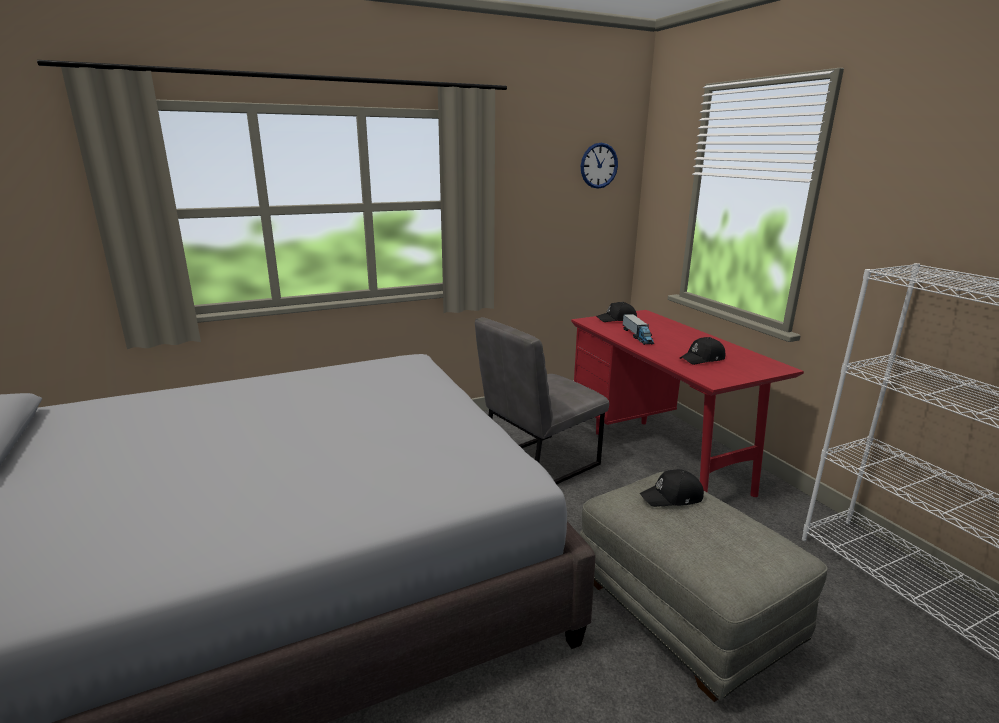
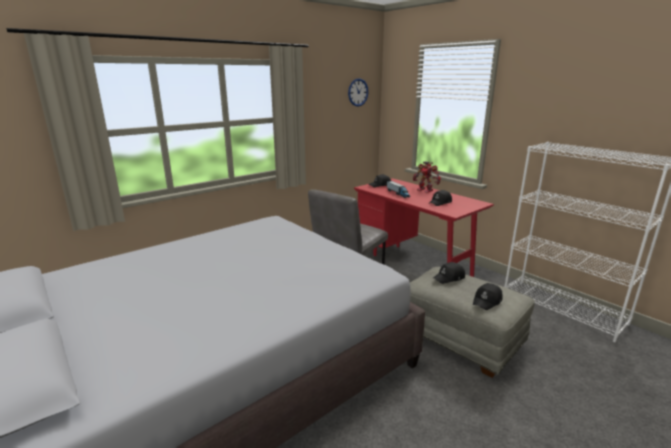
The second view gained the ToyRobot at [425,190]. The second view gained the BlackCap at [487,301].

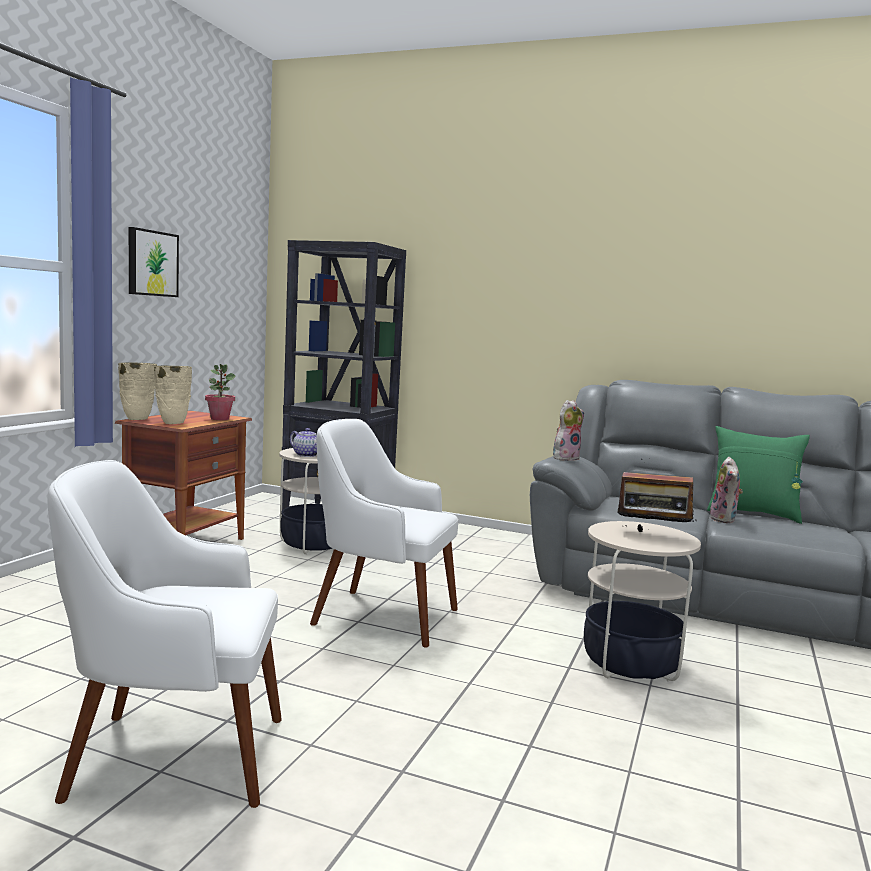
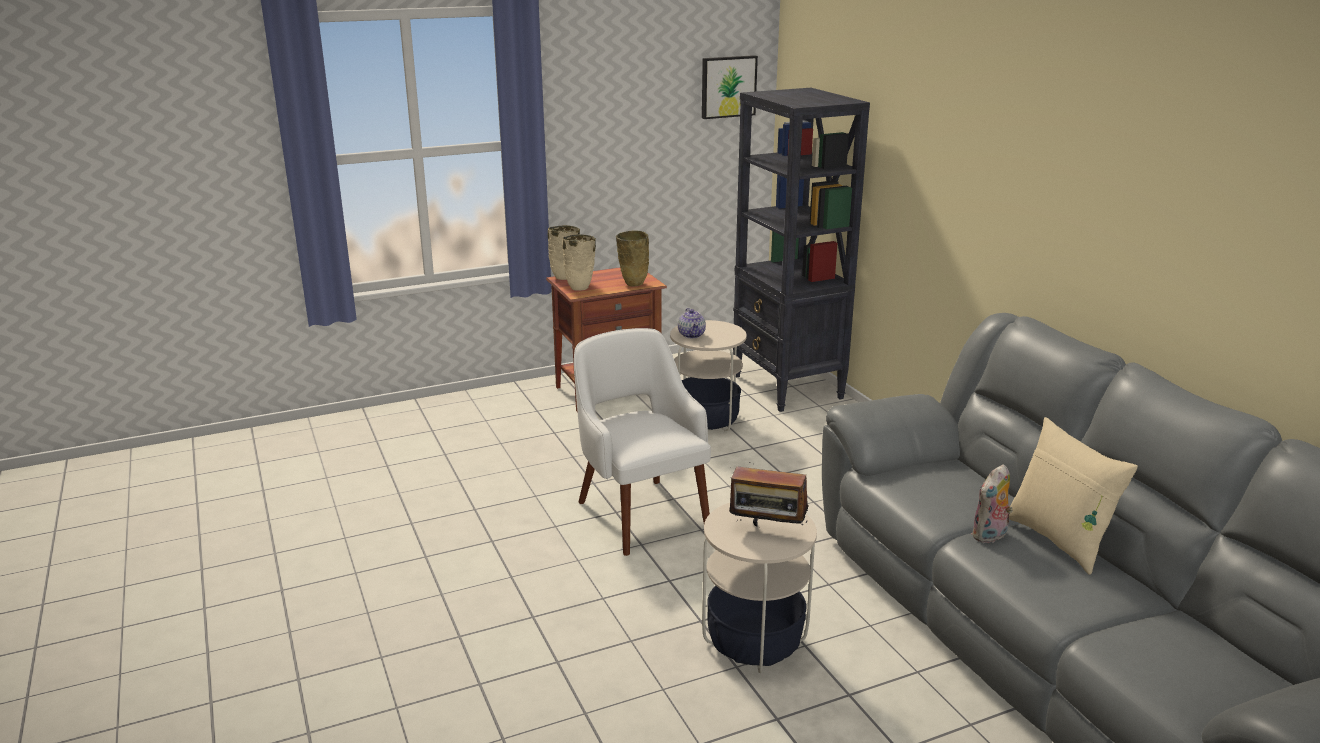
The Picture ended up elsewhere, having gone from [151,263] to [728,86]. Where the PottedPlant stood at [219,419], the BeigeVase came to stand at [632,284]. The second view lost the PlushToy at [565,458]. What was the GreenPillow at [752,514] turned into the BeigePillow at [1057,541]. The Radio at [653,535] ended up facing another way, 45 degrees counterclockwise from before. The second view lost the WhiteArmchair at [171,757].

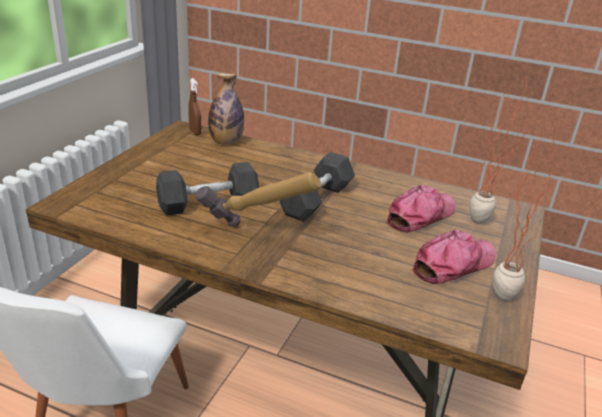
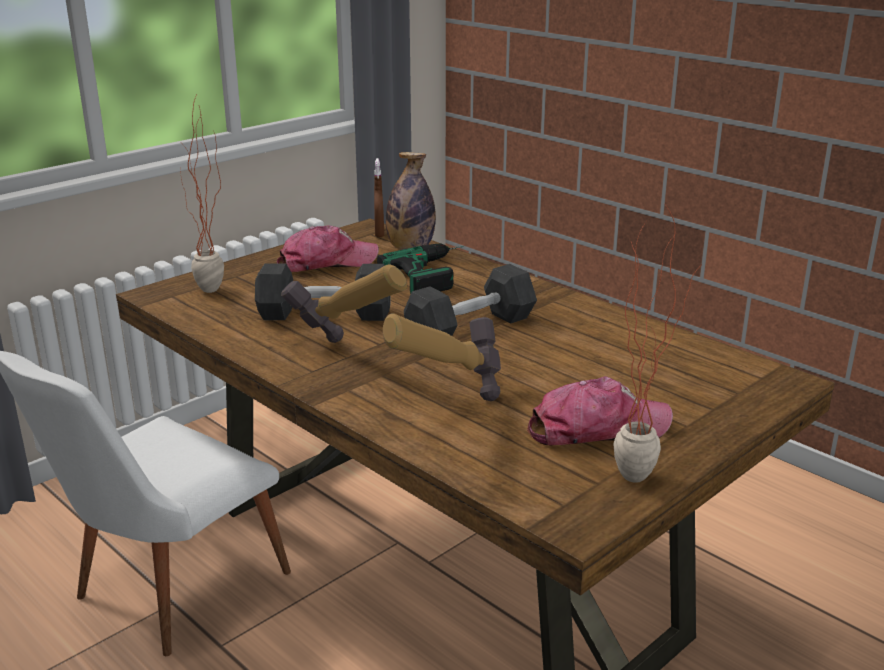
The PottedPlant ended up elsewhere, having gone from [485,224] to [211,294]. The Cap ended up elsewhere, having gone from [420,216] to [326,263]. The second view gained the PowerDrill at [437,273]. The second view gained the Hammer at [443,412].

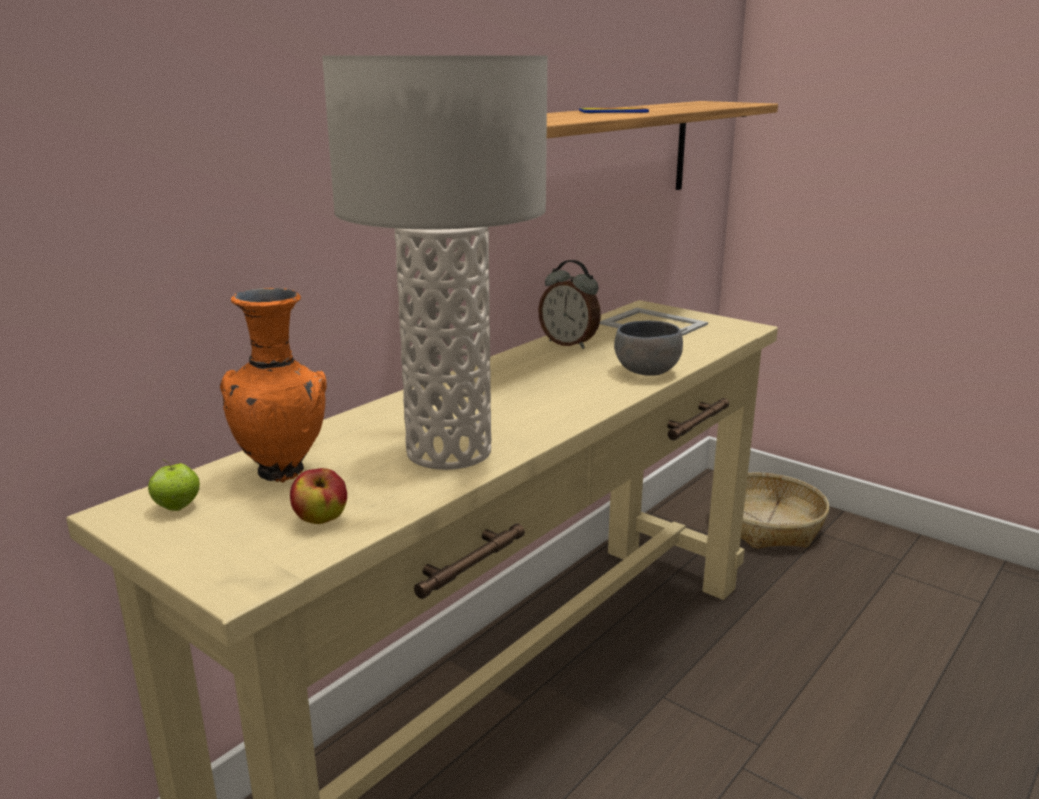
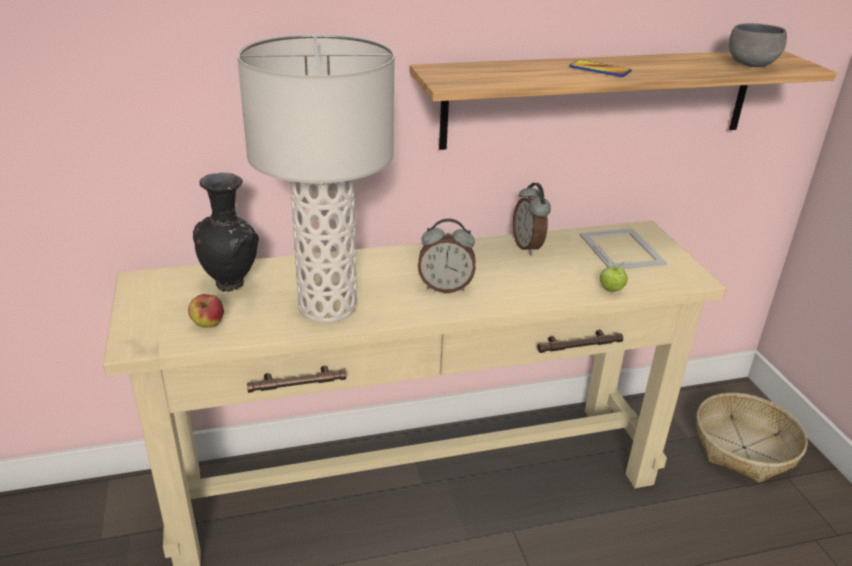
What was the OrangeVase at [284,472] turned into the BlackVase at [232,285]. The GreyBowl ended up elsewhere, having gone from [644,372] to [749,64]. The Apple ended up elsewhere, having gone from [177,507] to [611,290]. The second view gained the AlarmClock at [445,287].

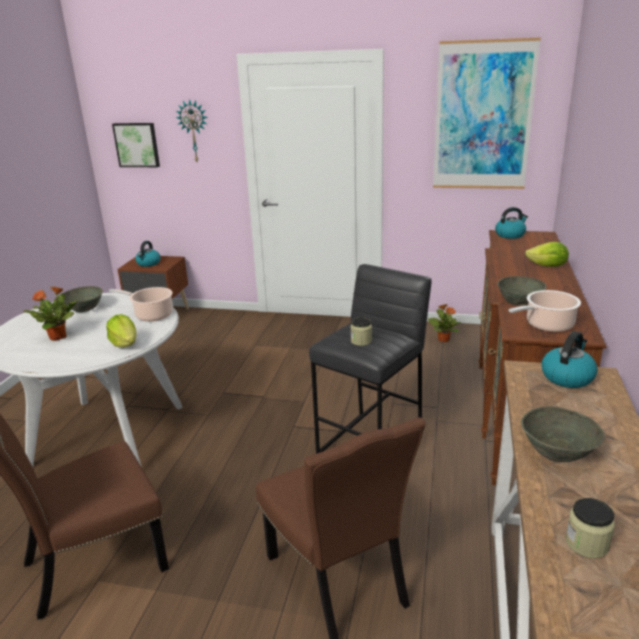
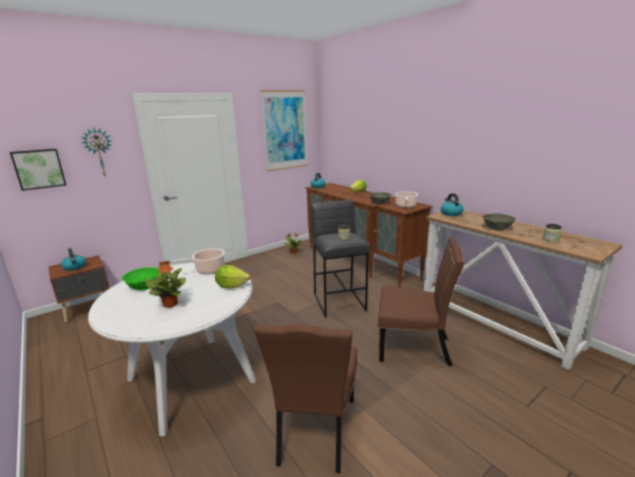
What was the GreyBowl at [84,308] turned into the GreenBowl at [143,287].

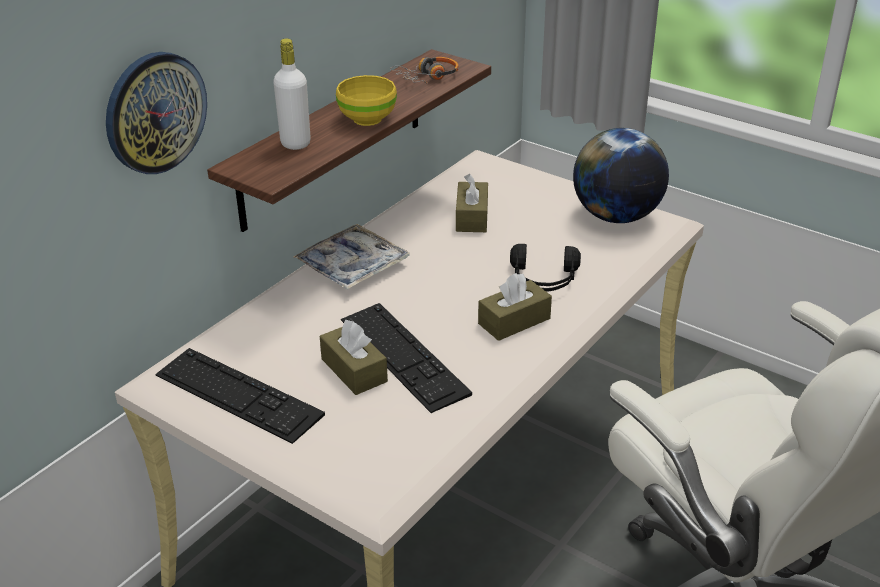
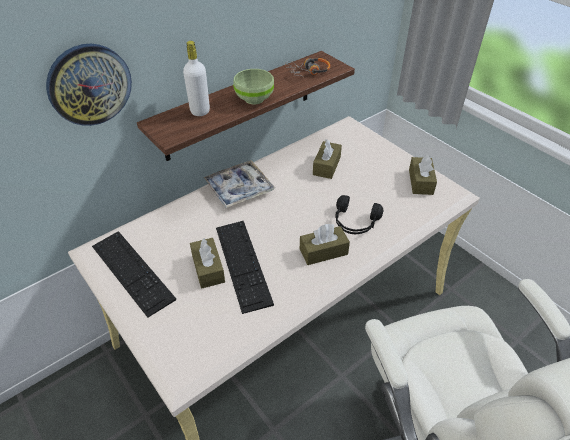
What was the YellowBowl at [367,118] turned into the GreenBowl at [254,98]. Where the Globe stood at [616,216], the BrownTissueBox came to stand at [420,182].

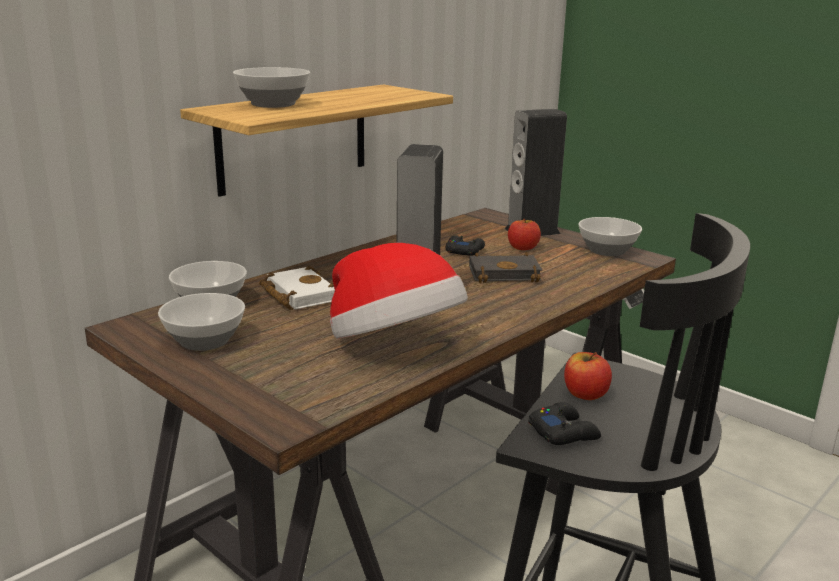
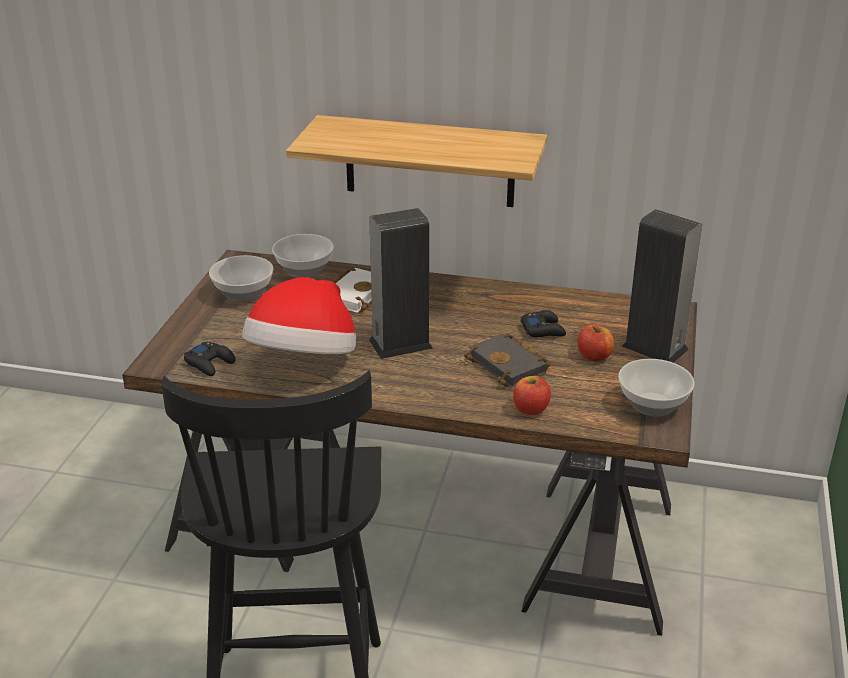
The second view lost the Bowl at [274,104]. The Apple ended up elsewhere, having gone from [585,394] to [530,409]. The BlackGameController ended up elsewhere, having gone from [563,432] to [210,363].

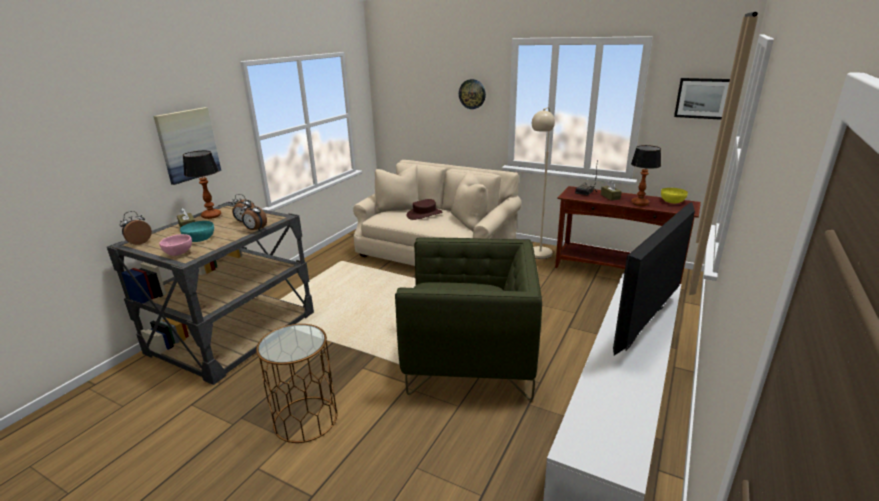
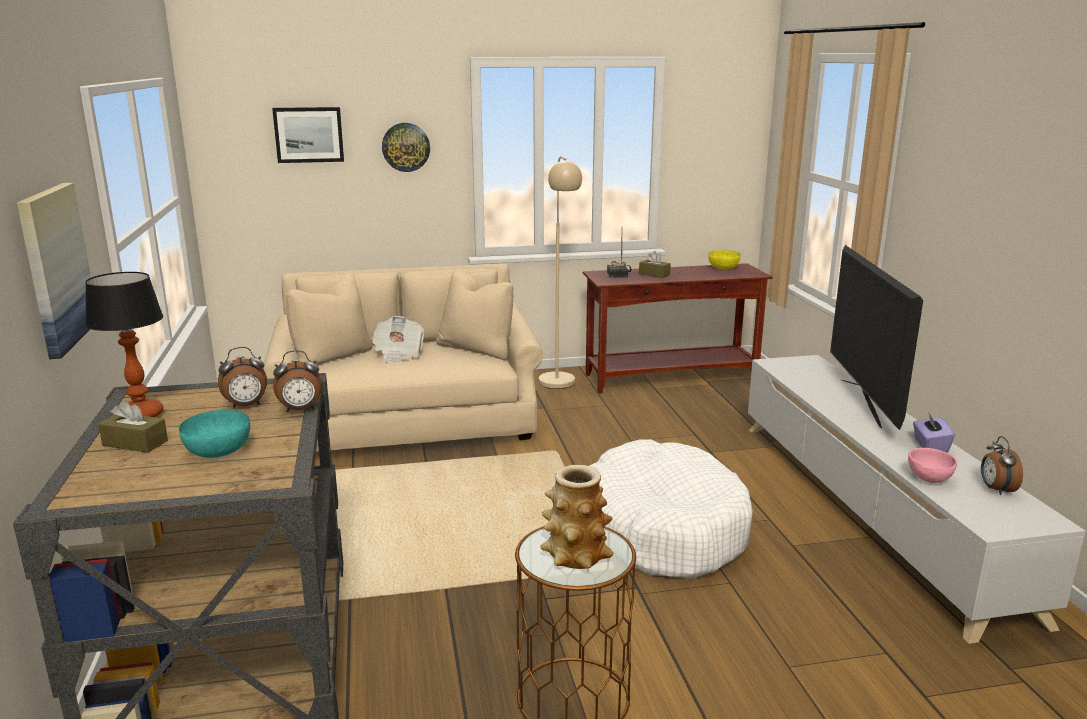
The Picture ended up elsewhere, having gone from [702,98] to [309,134]. The second view lost the TableLamp at [639,203]. Where the BrownHat stood at [424,214], the Newspaper came to stand at [398,354]. The AlarmClock ended up elsewhere, having gone from [139,242] to [995,489]. The PinkBowl ended up elsewhere, having gone from [178,253] to [928,479]. Where the GreenArmchair stood at [470,359], the WhiteDogBed came to stand at [663,528]. The second view gained the PurpleTissueBox at [930,446]. The second view gained the Vase at [576,555].

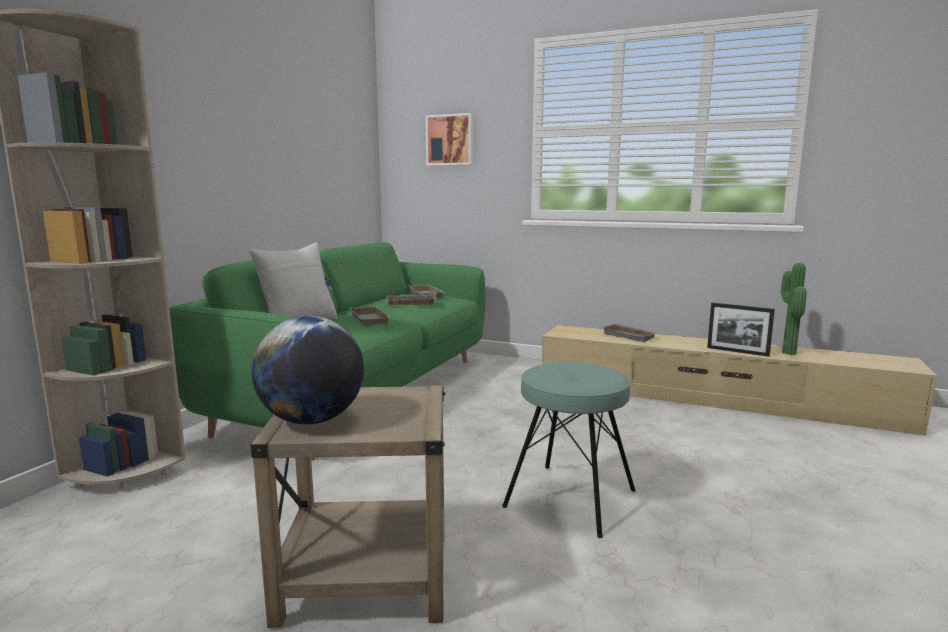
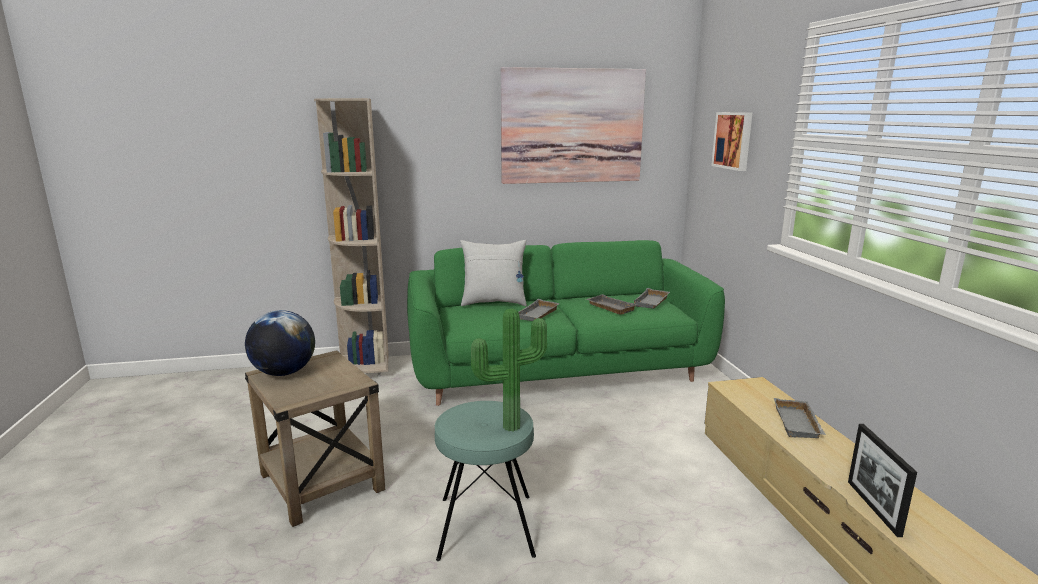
The PottedPlant ended up elsewhere, having gone from [786,353] to [510,425]. The second view gained the Picture at [572,126].

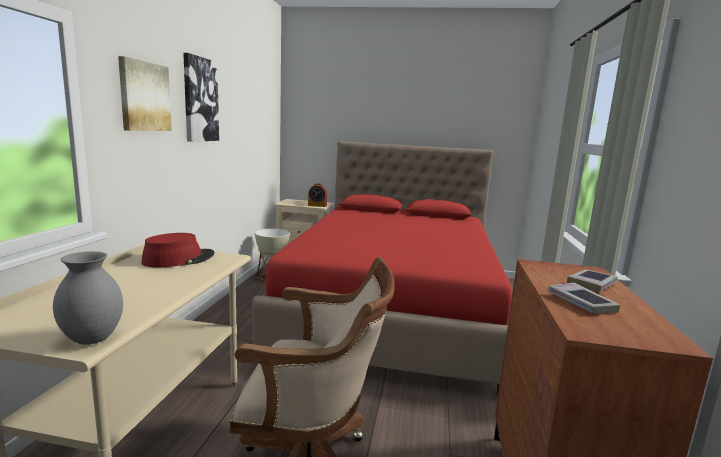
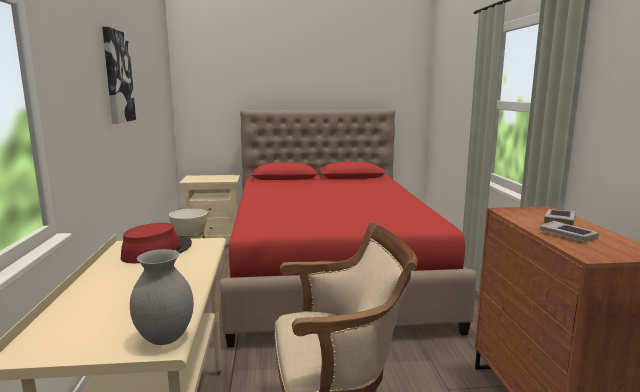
The second view lost the Picture at [144,96]. The second view lost the AlarmClock at [317,205].

